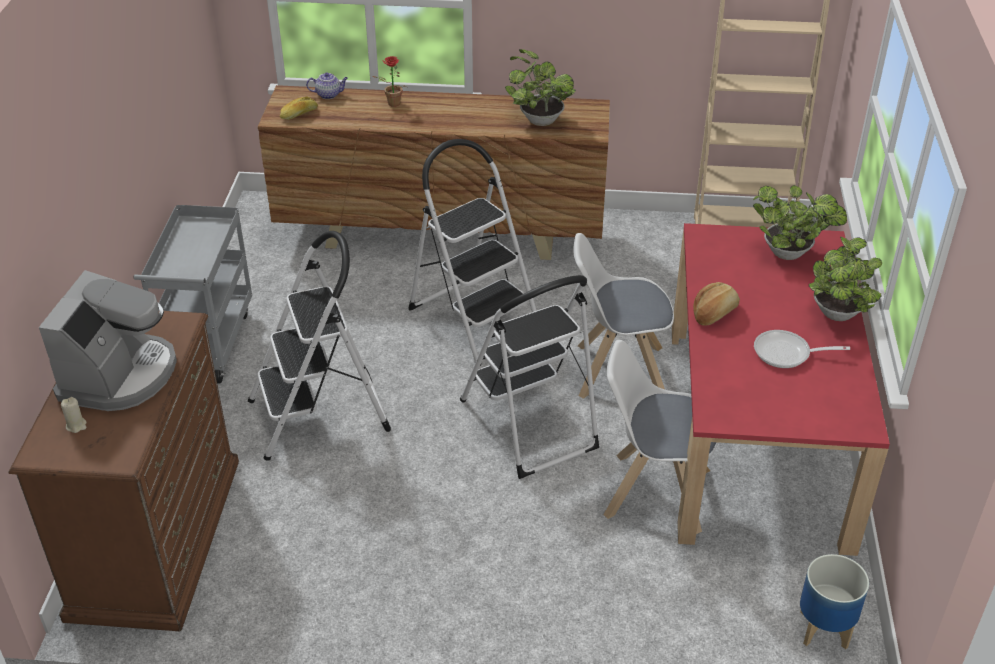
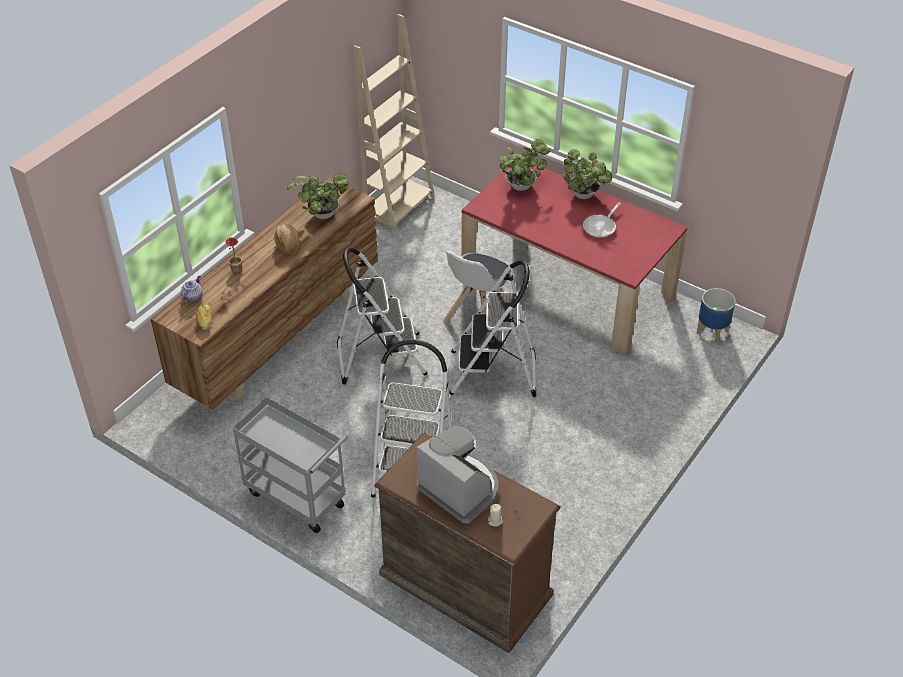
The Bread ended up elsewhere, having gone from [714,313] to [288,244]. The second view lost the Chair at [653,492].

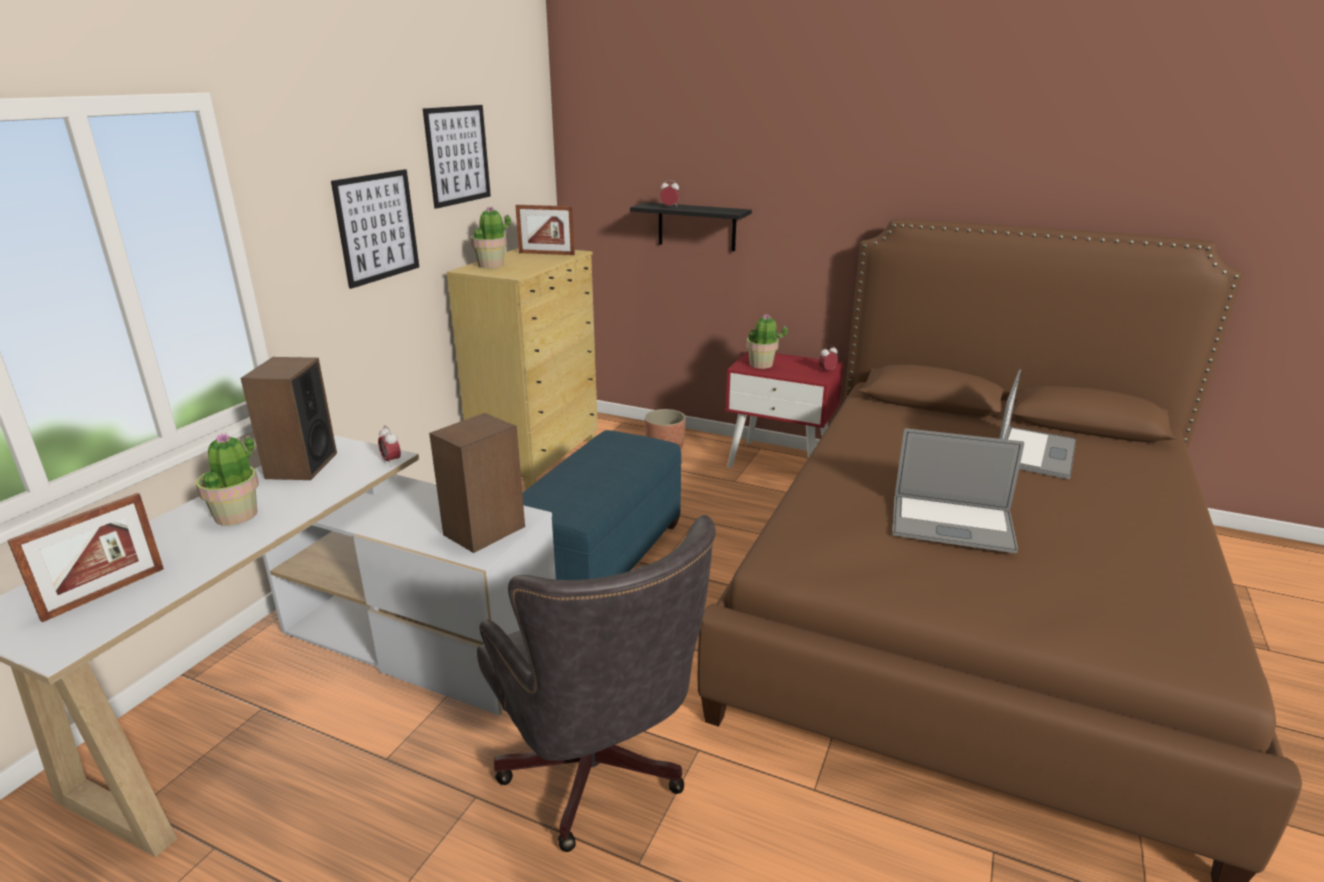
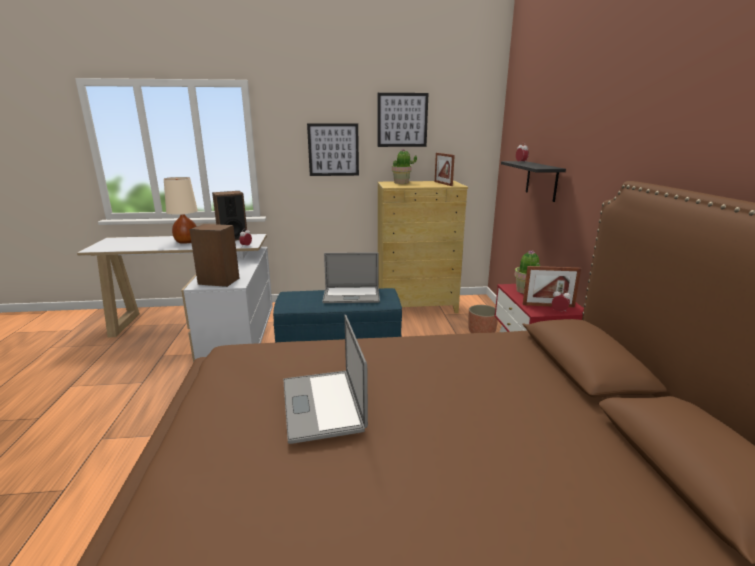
The Laptop ended up elsewhere, having gone from [1035,452] to [351,295]. Where the PottedPlant stood at [237,515], the BeigeTableLamp came to stand at [186,242]. The PictureFrame ended up elsewhere, having gone from [105,593] to [548,305]. The second view lost the GreyOfficeChair at [597,778].

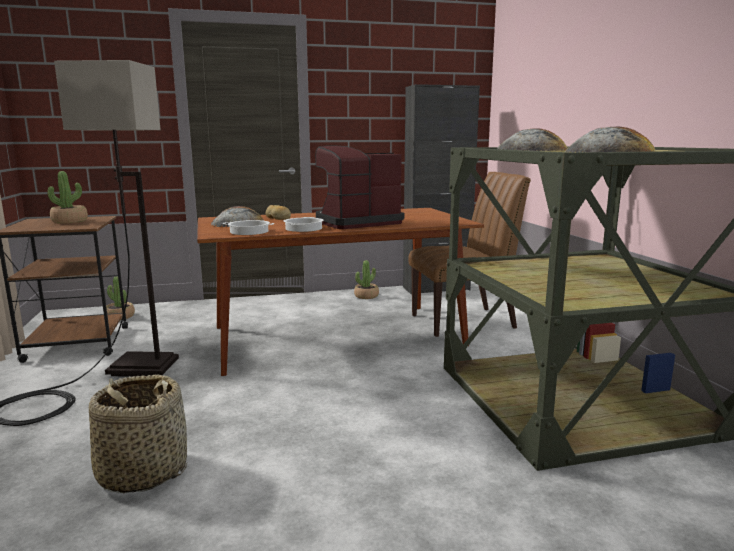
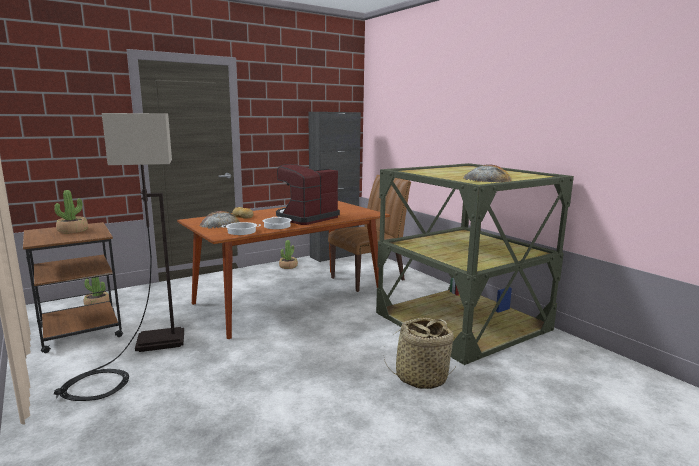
The second view lost the Bread at [532,150]. The Basket ended up elsewhere, having gone from [142,471] to [421,377].

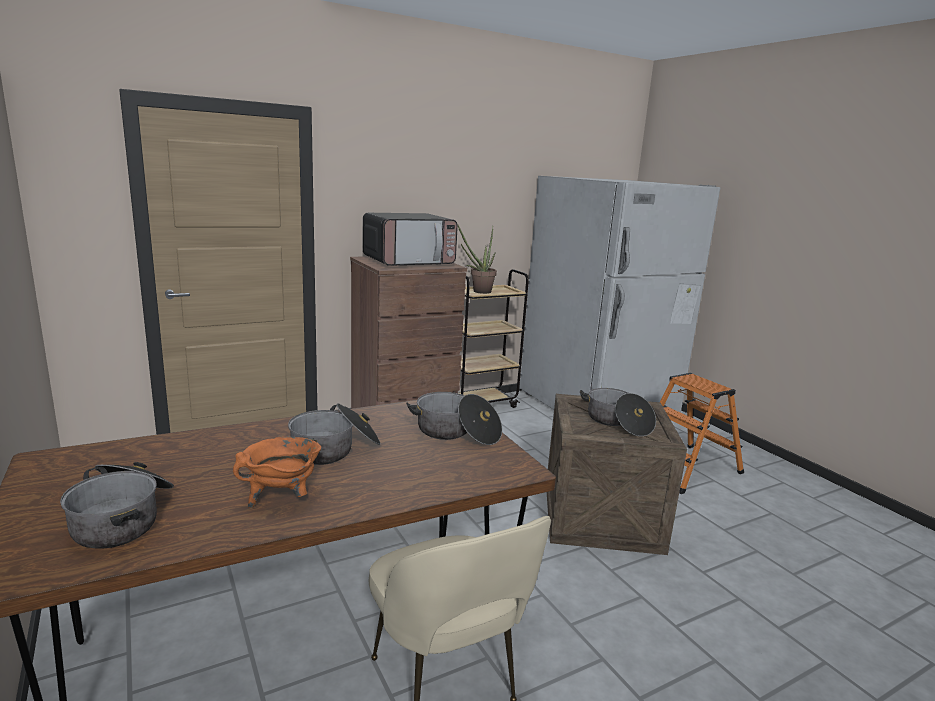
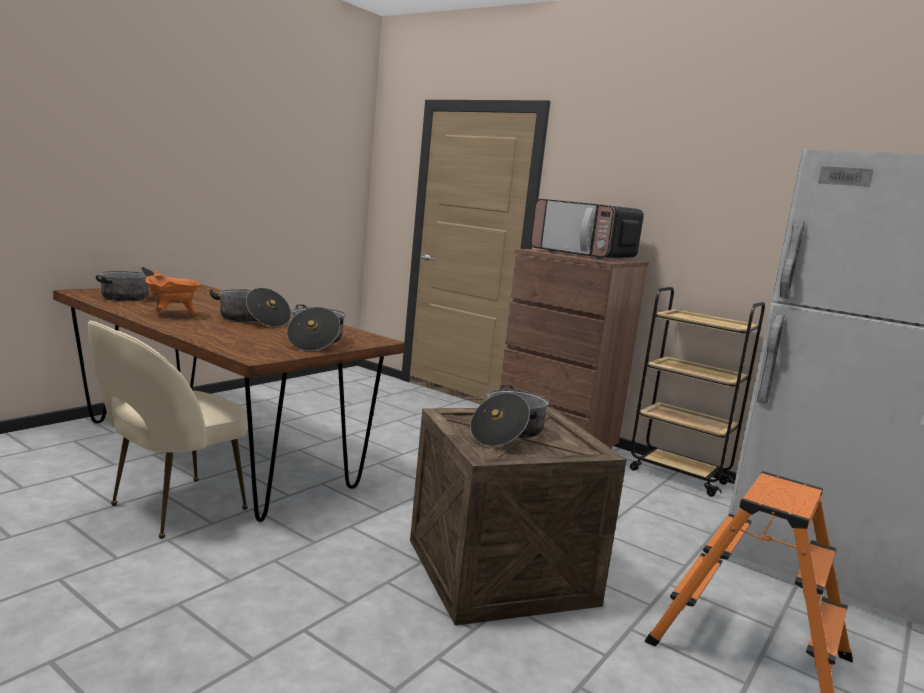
The second view lost the PottedPlant at [478,291].

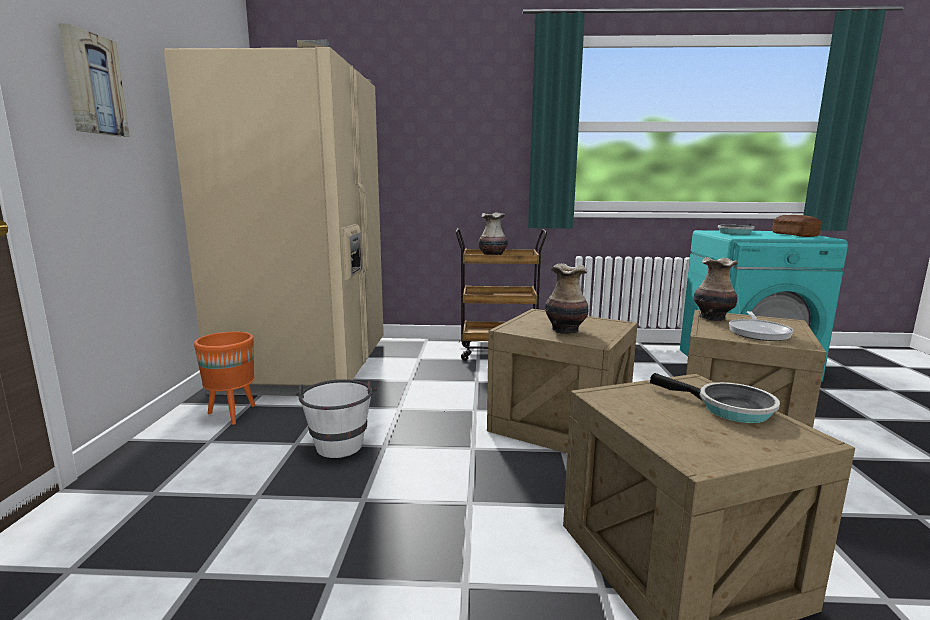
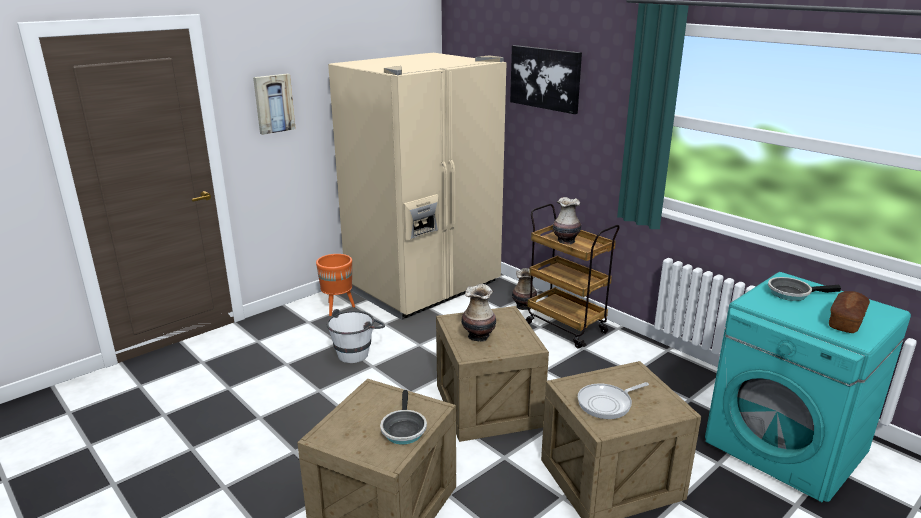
The Vase ended up elsewhere, having gone from [712,318] to [524,306]. The second view gained the Picture at [545,78].

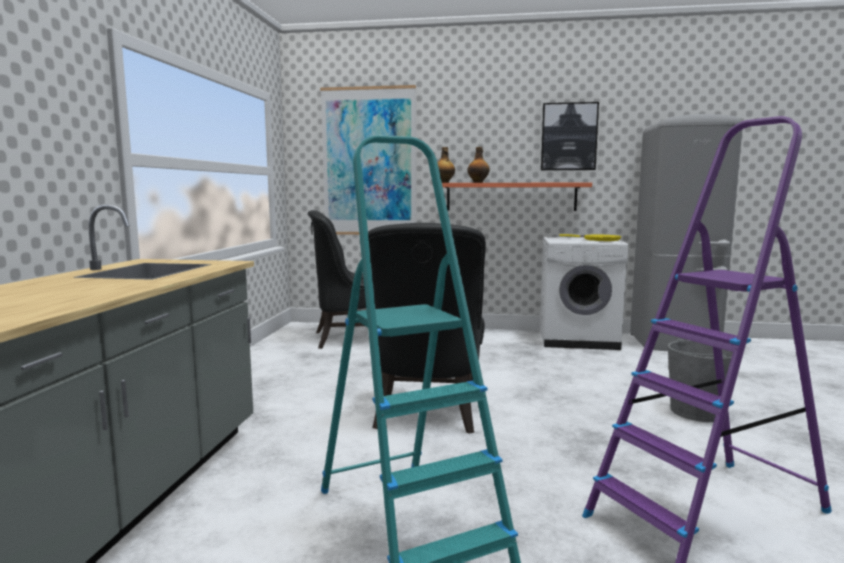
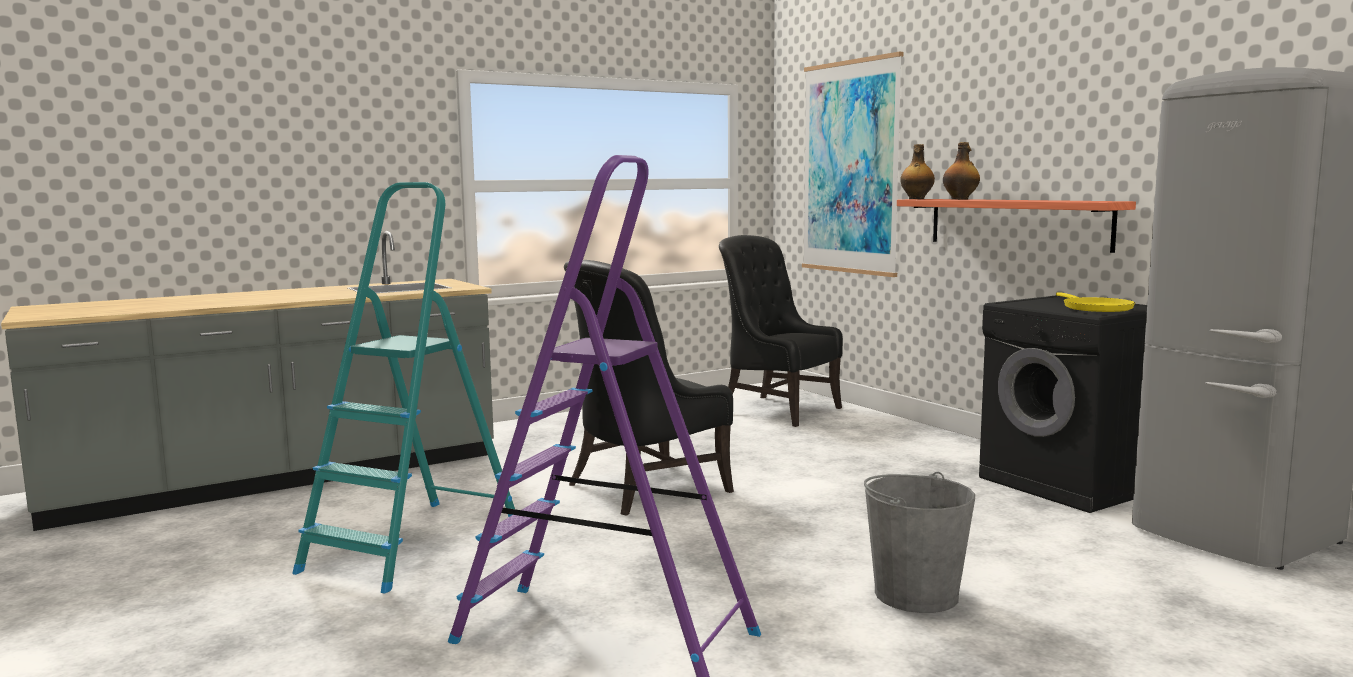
The second view lost the Picture at [569,137]. What was the WhiteWashingMachine at [578,340] turned into the BlackWashingMachine at [1065,485].

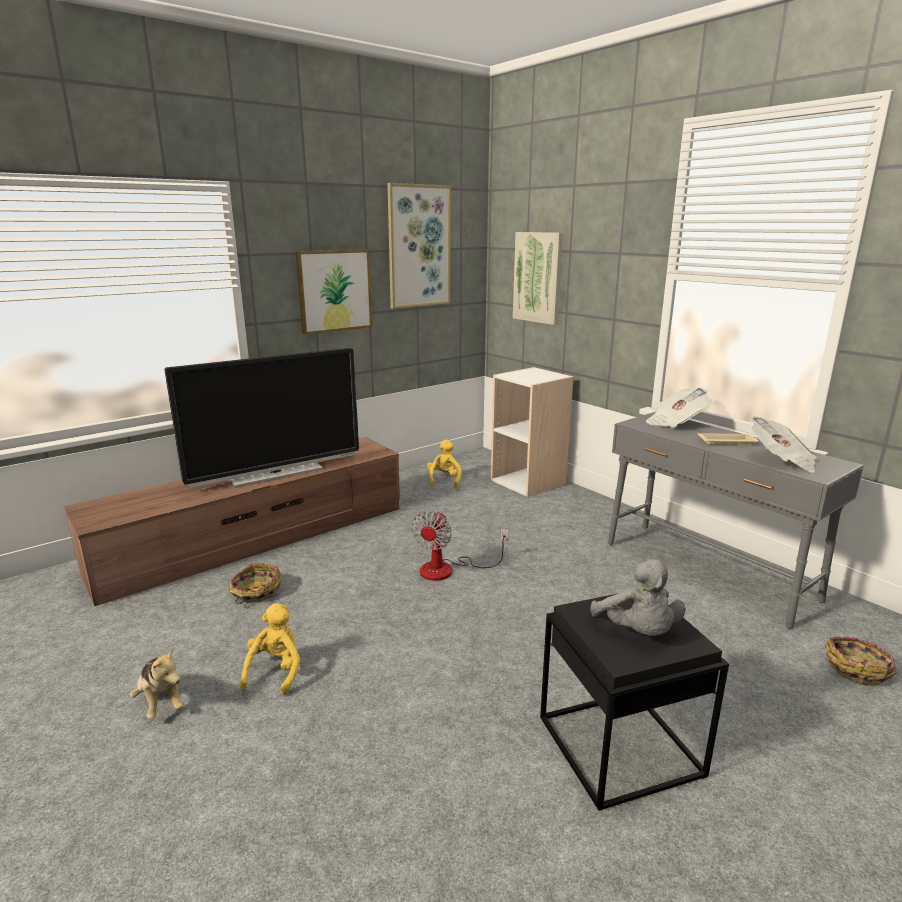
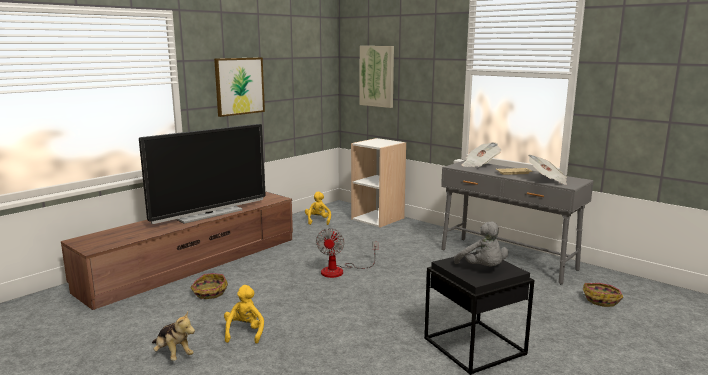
The second view lost the Picture at [419,246].

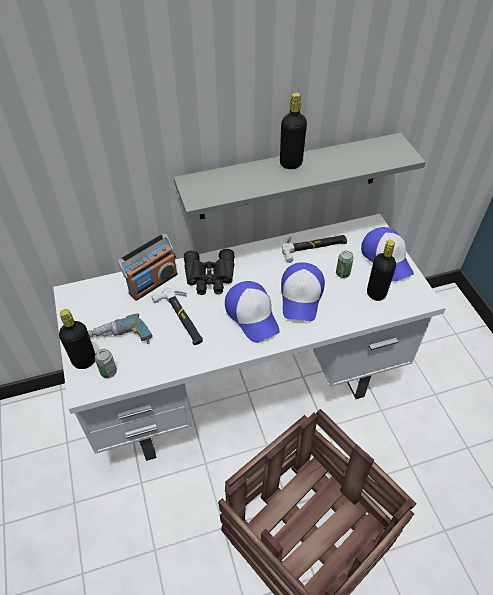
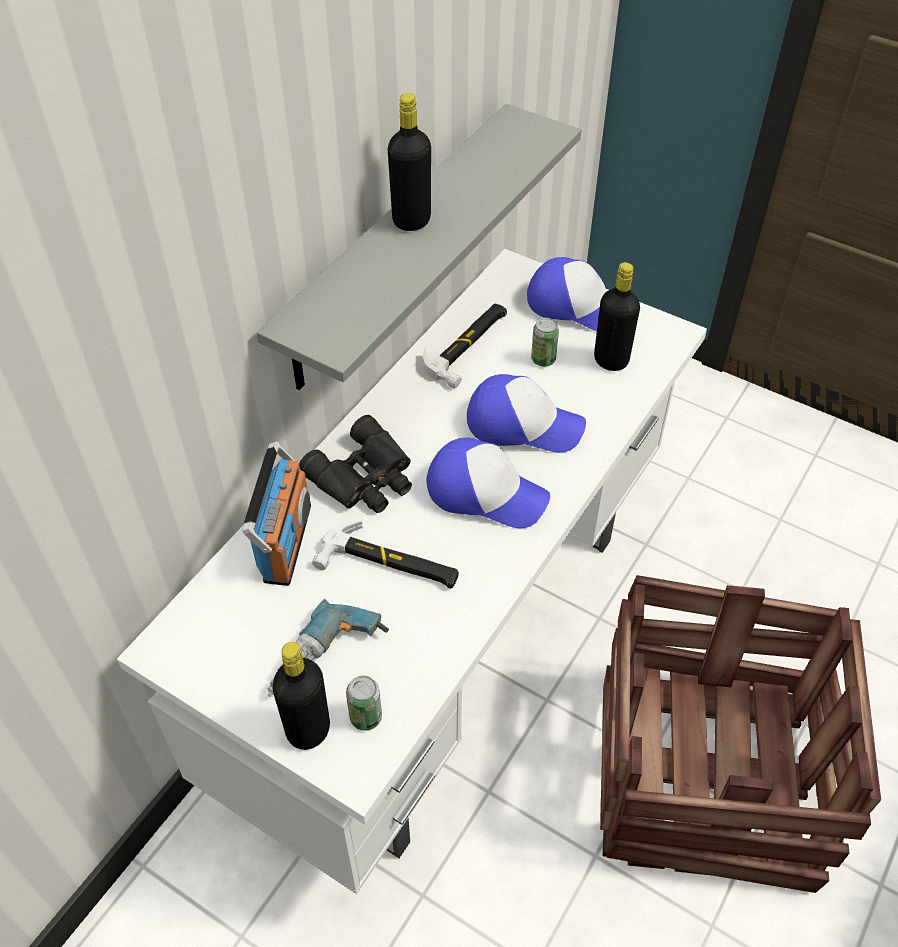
The Cap at [301,297] ended up facing another way, 45 degrees counterclockwise from before.

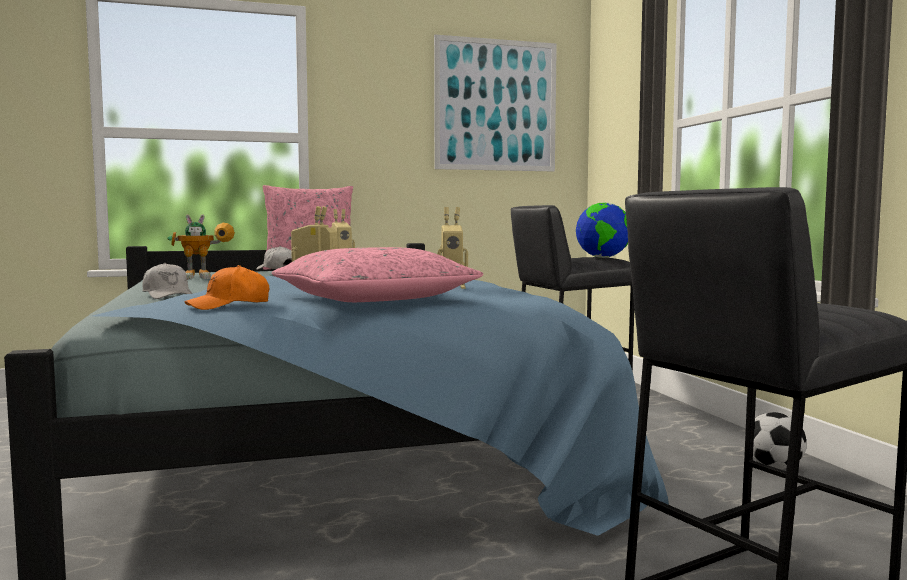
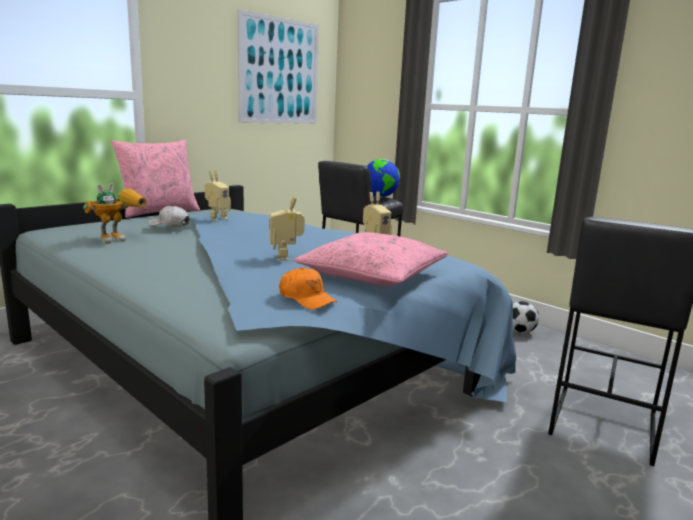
The second view lost the WhiteCap at [168,295]. The OrangeCap at [229,305] ended up facing another way, 75 degrees counterclockwise from before.

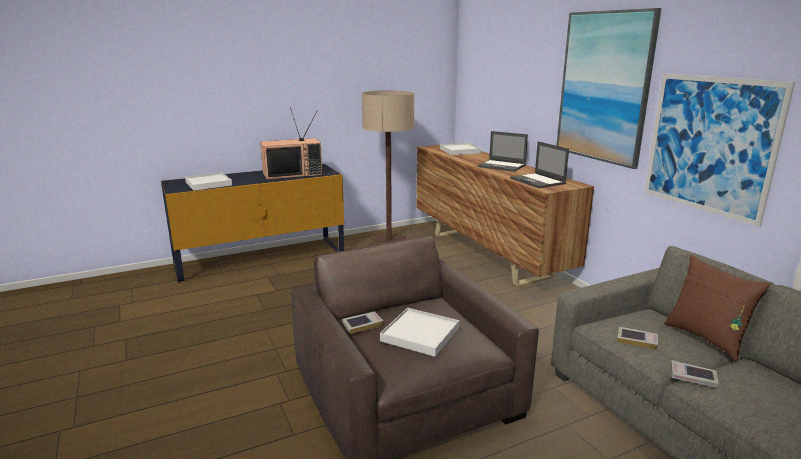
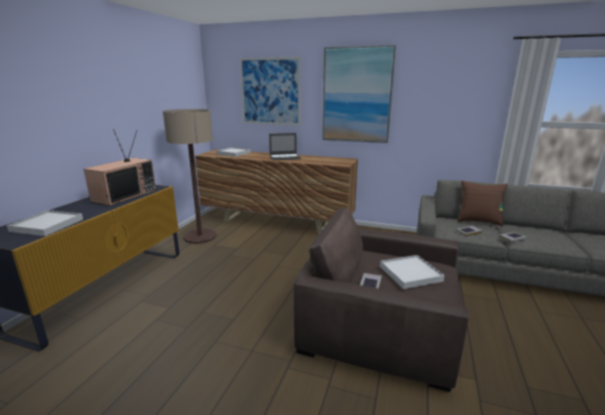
The Picture ended up elsewhere, having gone from [709,145] to [270,91]. The second view lost the Laptop at [538,181].

